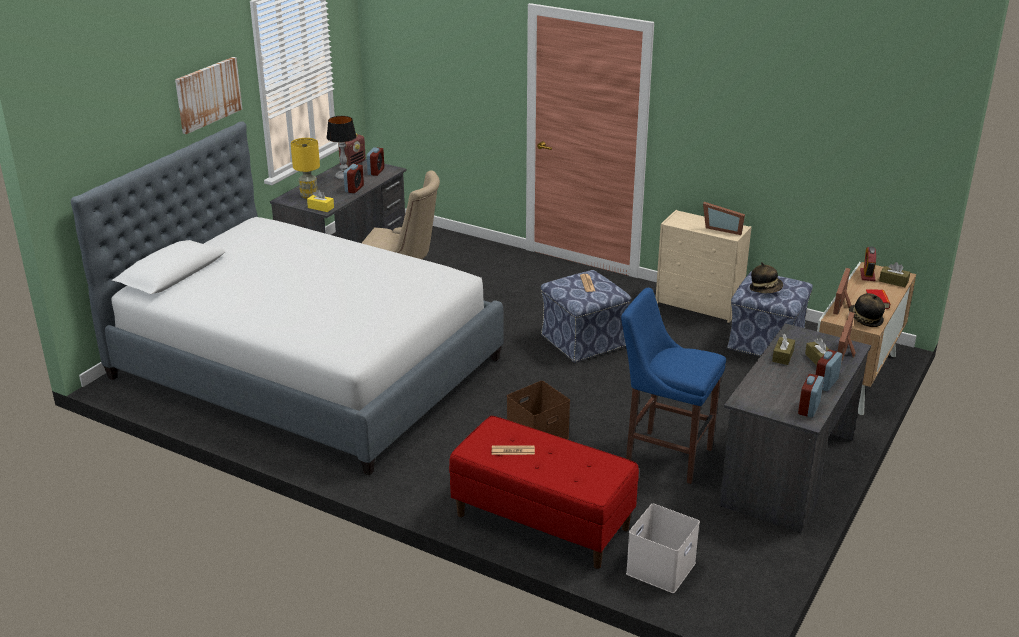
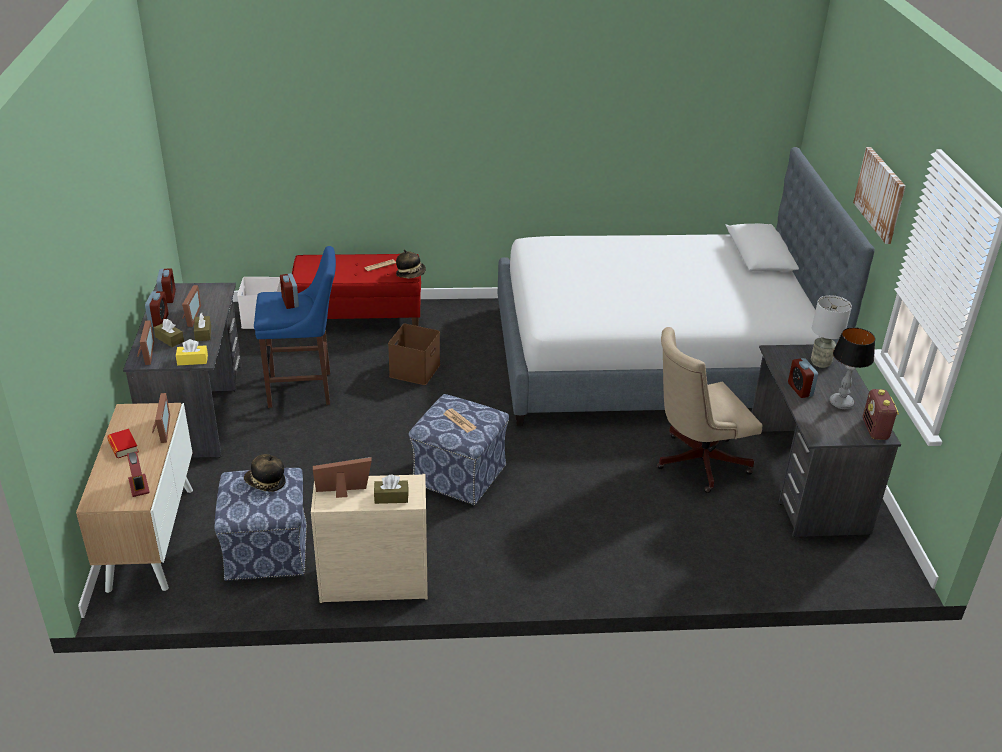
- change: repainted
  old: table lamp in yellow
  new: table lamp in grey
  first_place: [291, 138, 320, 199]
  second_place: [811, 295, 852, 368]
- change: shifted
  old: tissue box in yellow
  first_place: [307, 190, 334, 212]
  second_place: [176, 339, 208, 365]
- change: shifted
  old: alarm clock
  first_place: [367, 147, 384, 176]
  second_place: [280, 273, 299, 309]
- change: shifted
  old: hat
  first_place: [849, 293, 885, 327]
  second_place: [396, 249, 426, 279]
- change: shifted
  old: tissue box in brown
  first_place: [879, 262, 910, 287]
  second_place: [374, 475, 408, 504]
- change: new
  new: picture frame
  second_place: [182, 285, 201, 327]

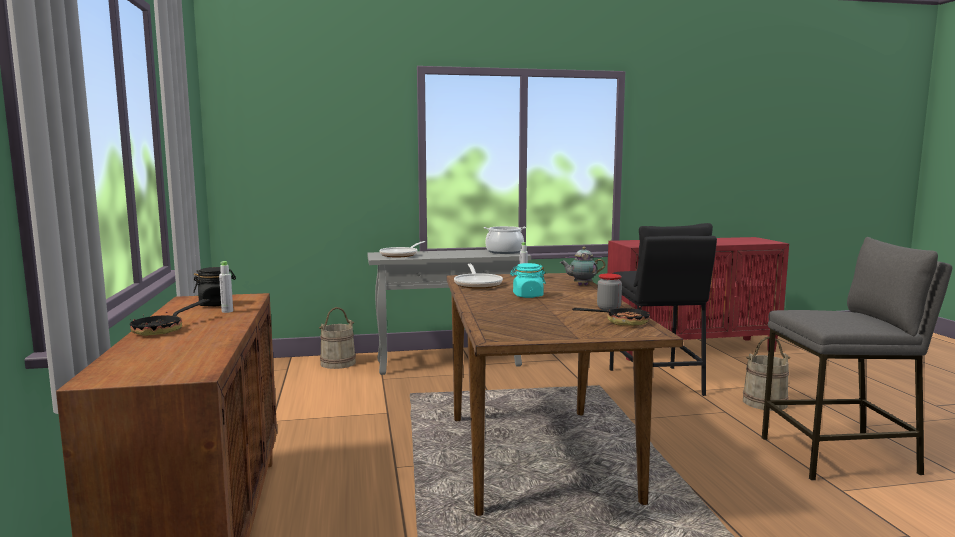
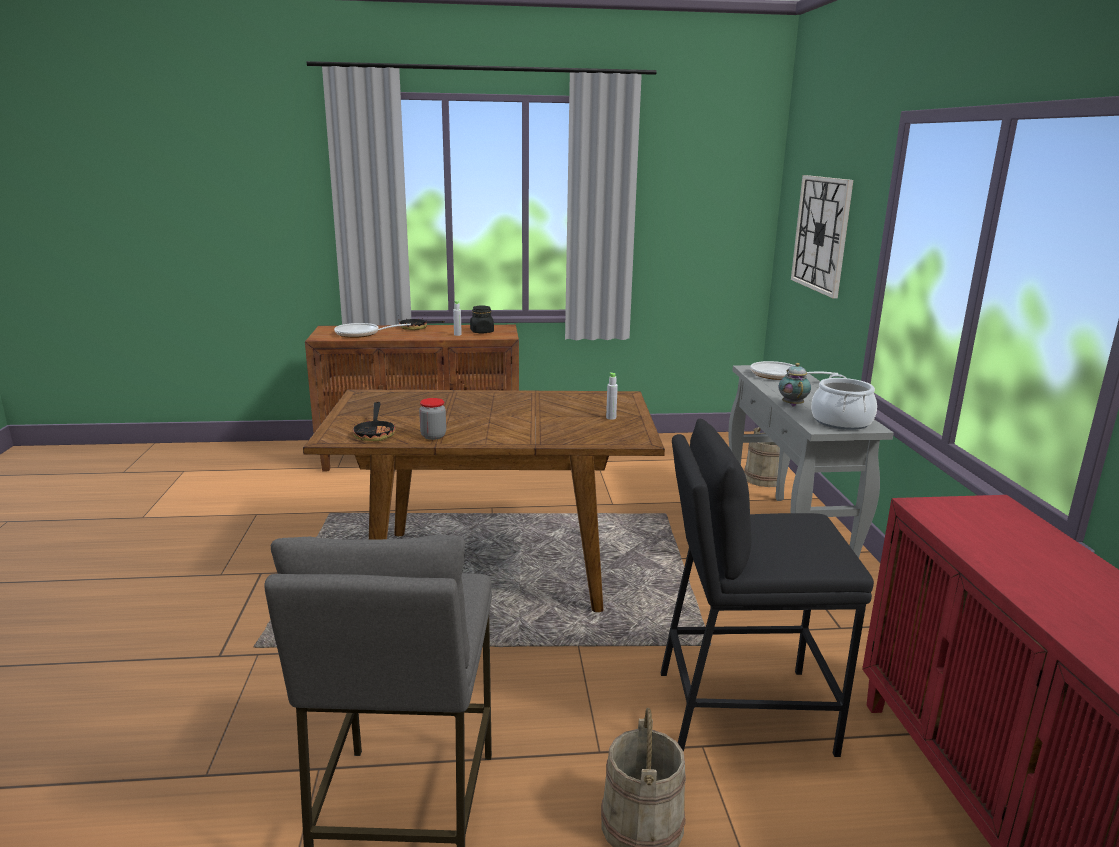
- change: shifted
  old: frying pan
  first_place: [454, 264, 503, 289]
  second_place: [334, 323, 411, 338]
- change: gone
  old: jar in turquoise
  first_place: [510, 263, 546, 298]
- change: shifted
  old: teapot
  first_place: [560, 247, 605, 285]
  second_place: [779, 363, 811, 407]
- change: new
  new: wall clock
  second_place: [791, 175, 853, 298]

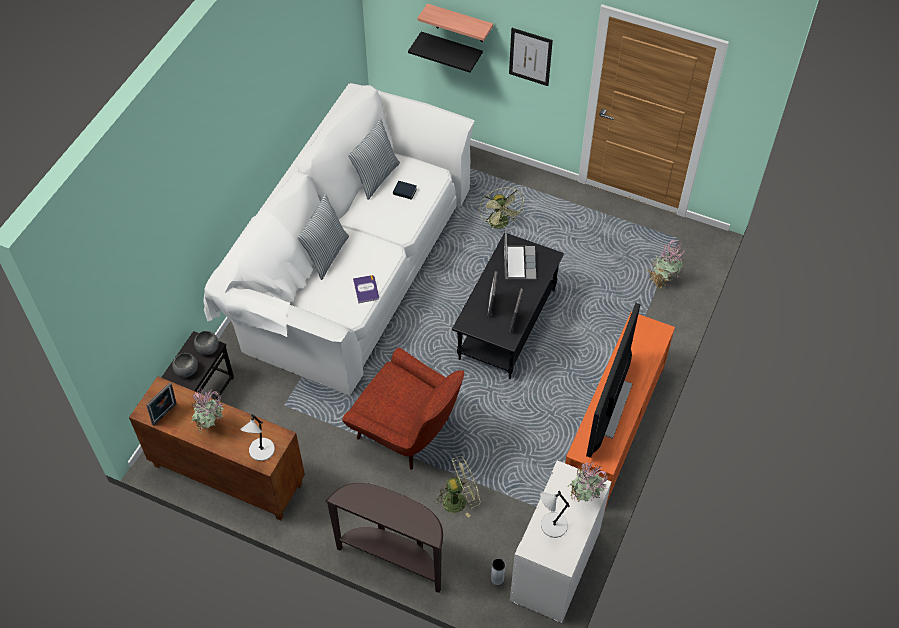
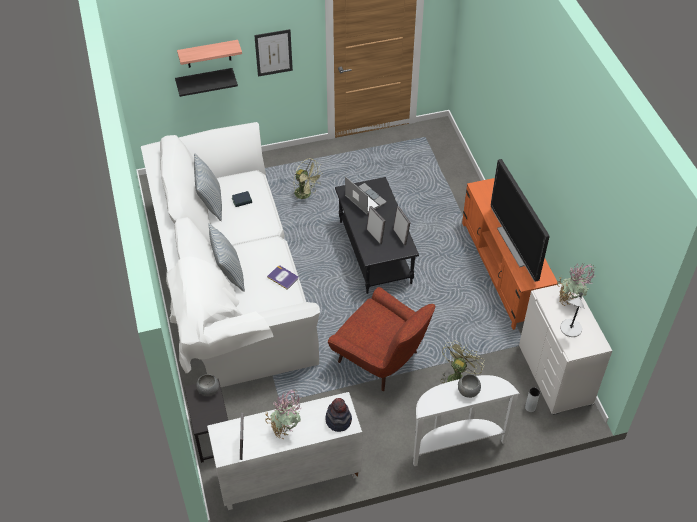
- change: repainted
  old: cabinet in brown
  new: cabinet in white
  first_place: [129, 376, 305, 521]
  second_place: [207, 392, 362, 510]
- change: shifted
  old: bowl in grey
  first_place: [172, 353, 198, 377]
  second_place: [458, 374, 481, 398]
- change: swapped
  old: table lamp in grey
  new: hat
  first_place: [240, 414, 275, 461]
  second_place: [326, 398, 352, 432]
- change: repainted
  old: console table in brown
  new: console table in white
  first_place: [325, 483, 443, 593]
  second_place: [413, 375, 520, 466]
- change: rotated
  old: armchair in red
  first_place: [342, 348, 464, 470]
  second_place: [328, 287, 435, 391]
  degrees: 45
- change: gone
  old: potted plant
  first_place: [647, 239, 685, 289]

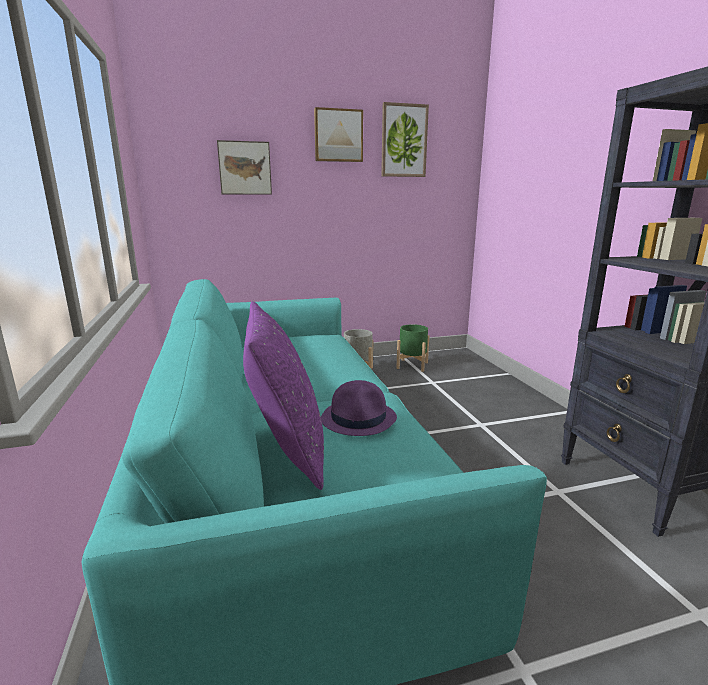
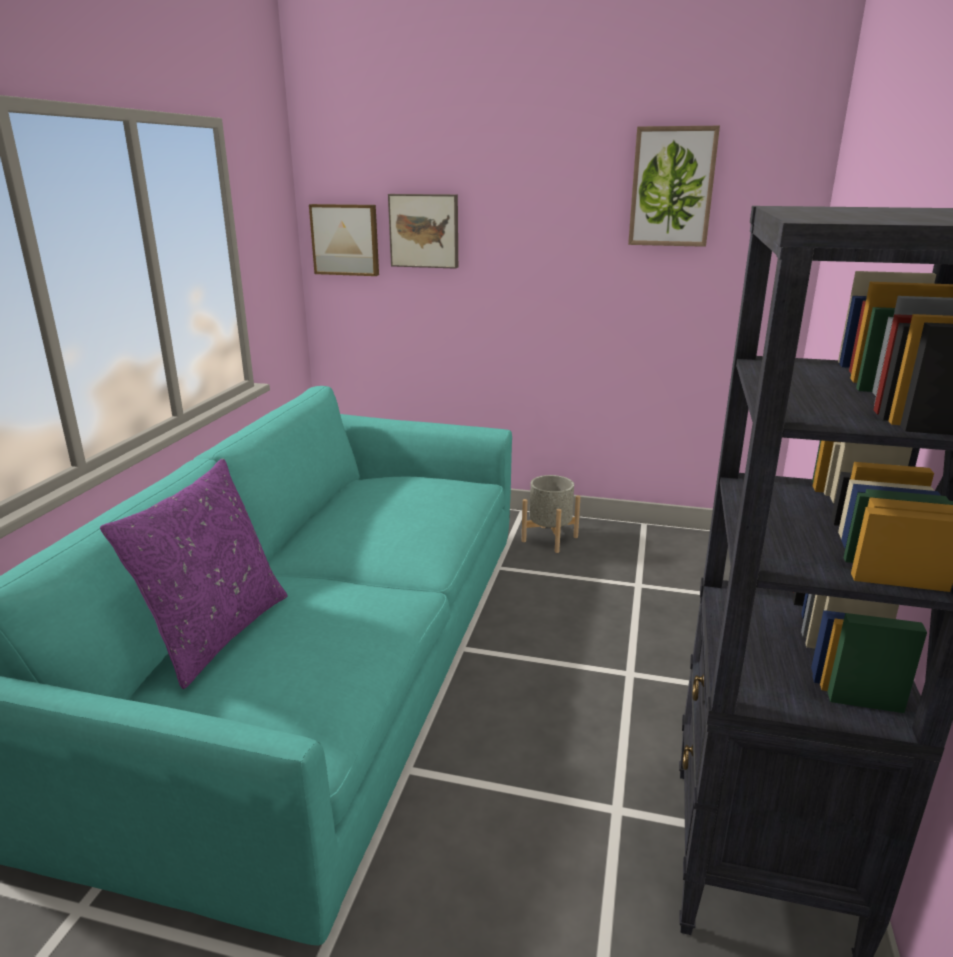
- change: shifted
  old: picture
  first_place: [314, 107, 363, 162]
  second_place: [309, 204, 379, 276]
- change: gone
  old: hat in purple
  first_place: [321, 380, 397, 436]
- change: gone
  old: planter in green
  first_place: [396, 324, 429, 372]

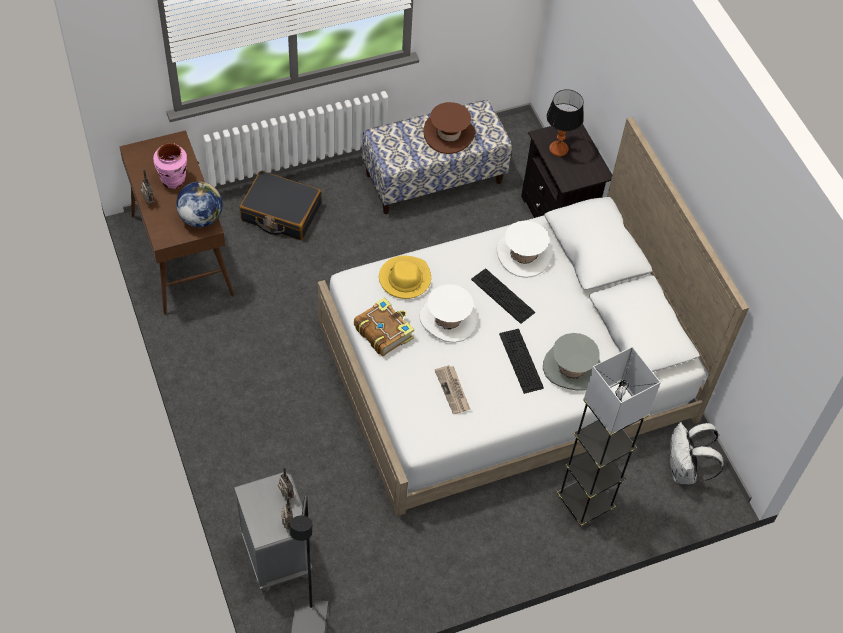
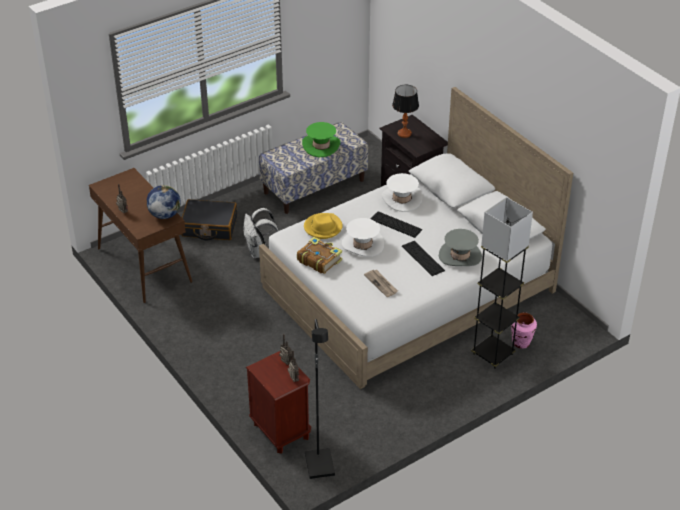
- change: shifted
  old: vase in pink
  first_place: [153, 143, 187, 189]
  second_place: [511, 312, 537, 349]
- change: repainted
  old: nightstand in grey
  new: nightstand in brown
  first_place: [234, 472, 312, 592]
  second_place: [246, 351, 311, 454]
- change: repainted
  old: hat in brown
  new: hat in green
  first_place: [423, 102, 475, 154]
  second_place: [302, 122, 340, 157]
- change: shifted
  old: backpack in white
  first_place: [670, 422, 724, 484]
  second_place: [243, 208, 279, 258]

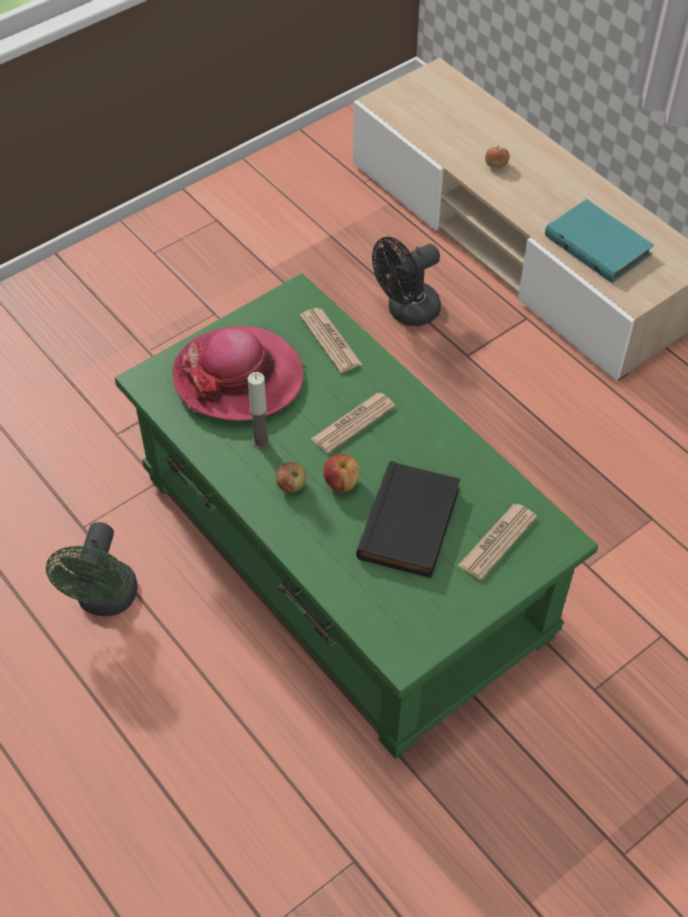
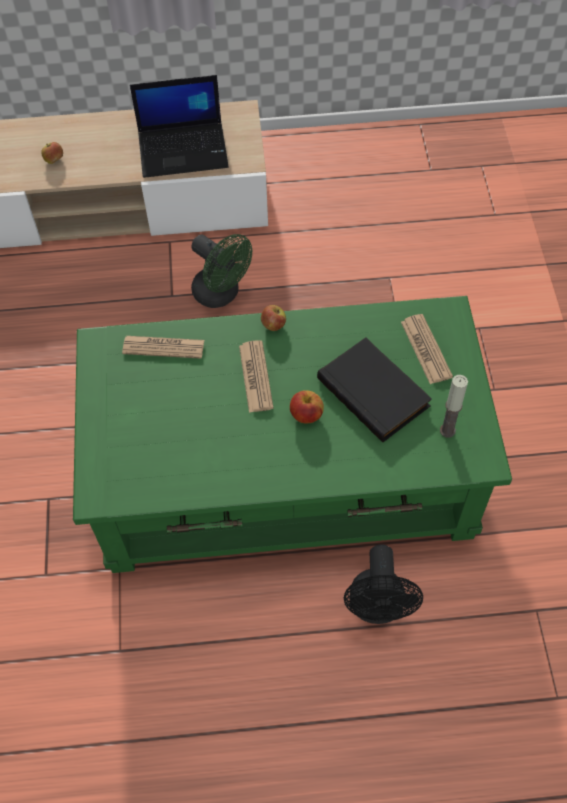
- change: shifted
  old: fan in green
  first_place: [46, 522, 138, 616]
  second_place: [191, 234, 252, 308]
- change: gone
  old: hat
  first_place: [172, 326, 303, 421]
- change: shifted
  old: candle
  first_place: [248, 372, 270, 449]
  second_place: [440, 375, 468, 438]
- change: shifted
  old: apple
  first_place: [276, 462, 306, 493]
  second_place: [261, 305, 286, 331]
- change: shifted
  old: fan in black
  first_place: [372, 237, 441, 326]
  second_place: [344, 545, 423, 624]
- change: swapped
  old: book in turquoise
  new: laptop
  first_place: [545, 199, 654, 283]
  second_place: [130, 75, 229, 178]

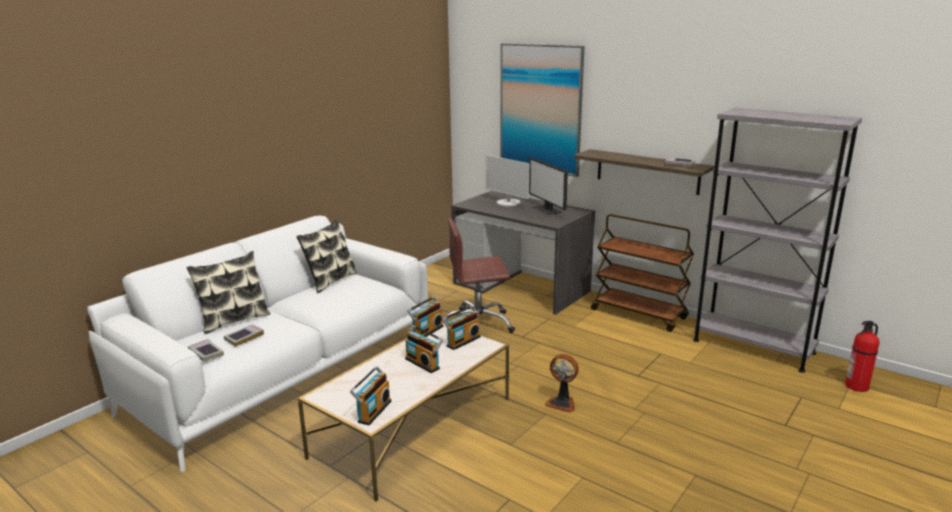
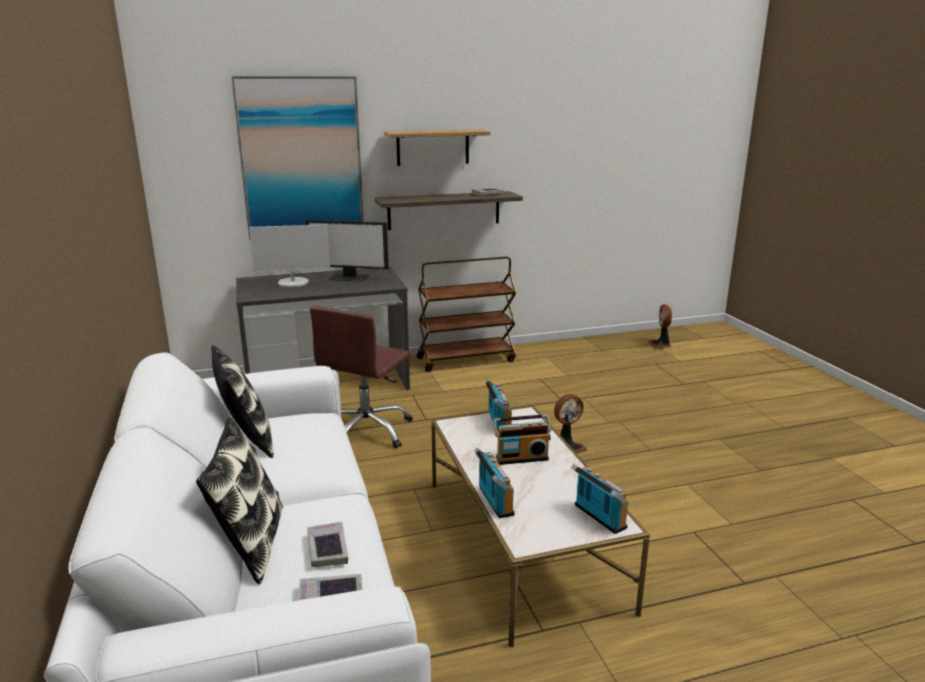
- change: shifted
  old: radio
  first_place: [407, 296, 444, 337]
  second_place: [474, 448, 515, 518]
- change: gone
  old: bookcase in grey
  first_place: [693, 108, 862, 373]
- change: swapped
  old: fire extinguisher
  new: fan
  first_place: [845, 321, 880, 392]
  second_place: [648, 304, 672, 349]
- change: new
  new: shelf
  second_place: [384, 129, 491, 166]

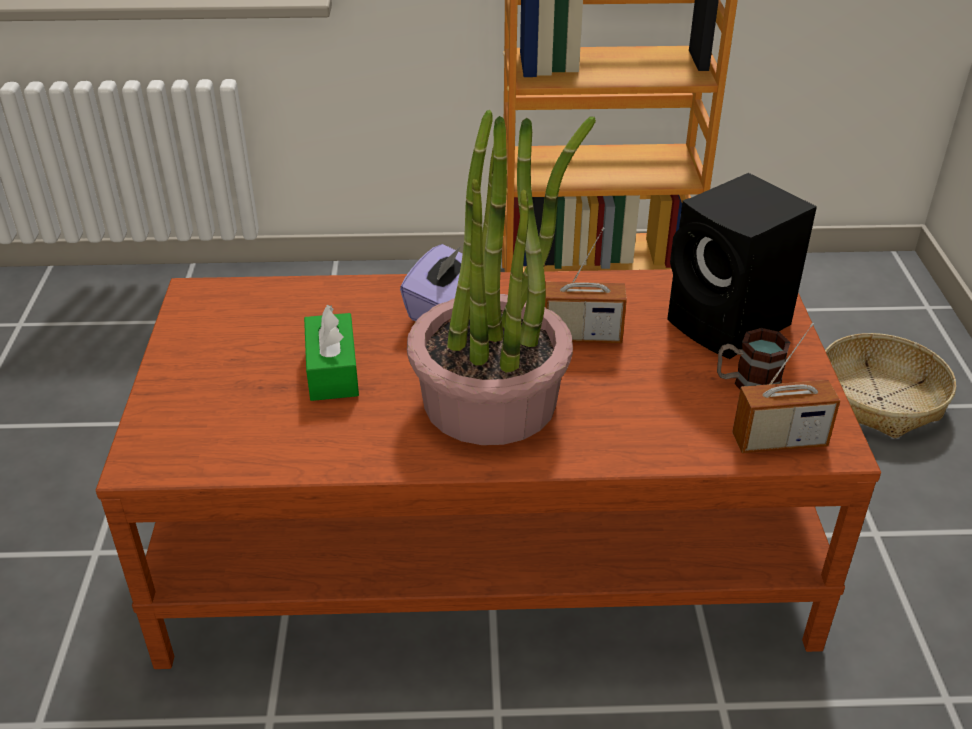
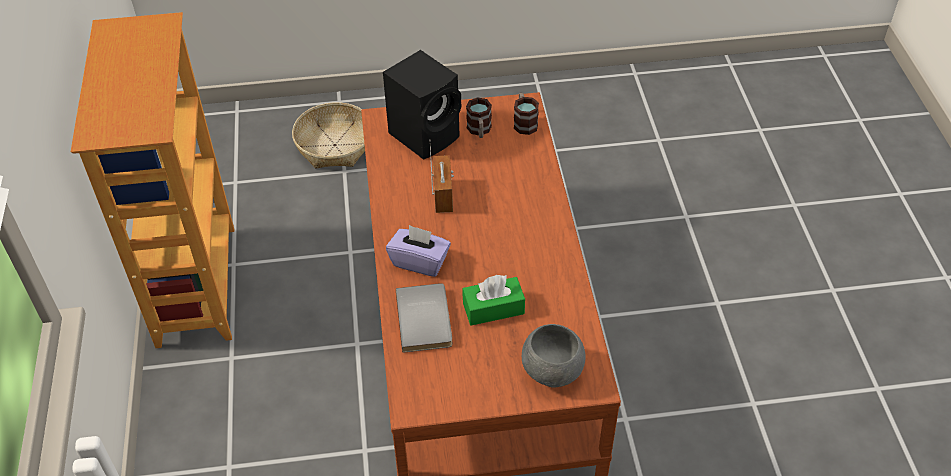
- change: gone
  old: potted plant
  first_place: [407, 110, 596, 445]
- change: swapped
  old: radio
  new: mug
  first_place: [732, 323, 840, 453]
  second_place: [514, 93, 539, 135]
- change: new
  new: book in grey
  second_place: [396, 283, 452, 353]
- change: new
  new: bowl in grey
  second_place: [522, 324, 586, 388]

